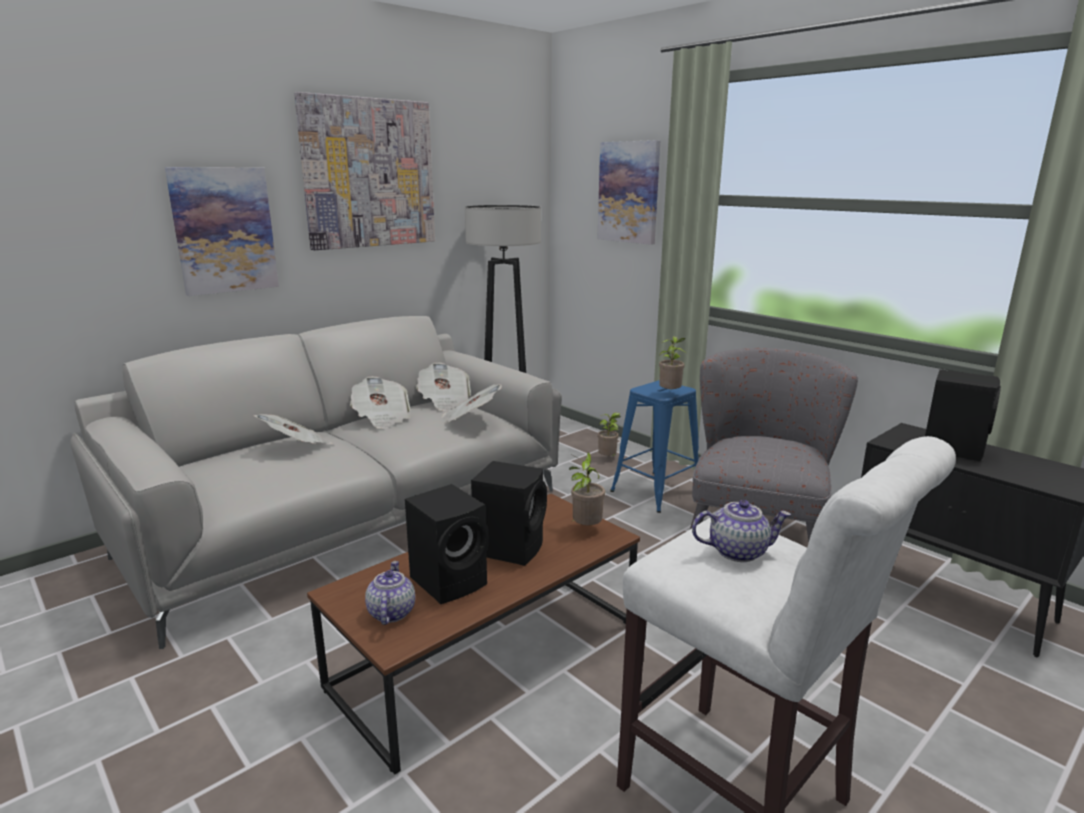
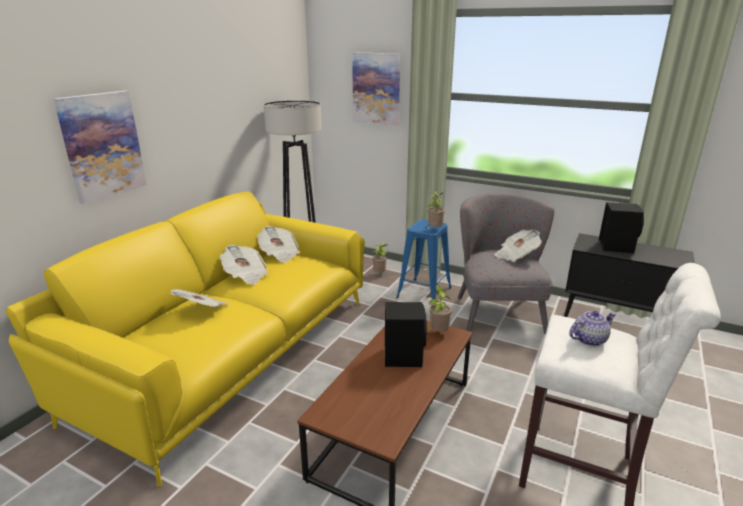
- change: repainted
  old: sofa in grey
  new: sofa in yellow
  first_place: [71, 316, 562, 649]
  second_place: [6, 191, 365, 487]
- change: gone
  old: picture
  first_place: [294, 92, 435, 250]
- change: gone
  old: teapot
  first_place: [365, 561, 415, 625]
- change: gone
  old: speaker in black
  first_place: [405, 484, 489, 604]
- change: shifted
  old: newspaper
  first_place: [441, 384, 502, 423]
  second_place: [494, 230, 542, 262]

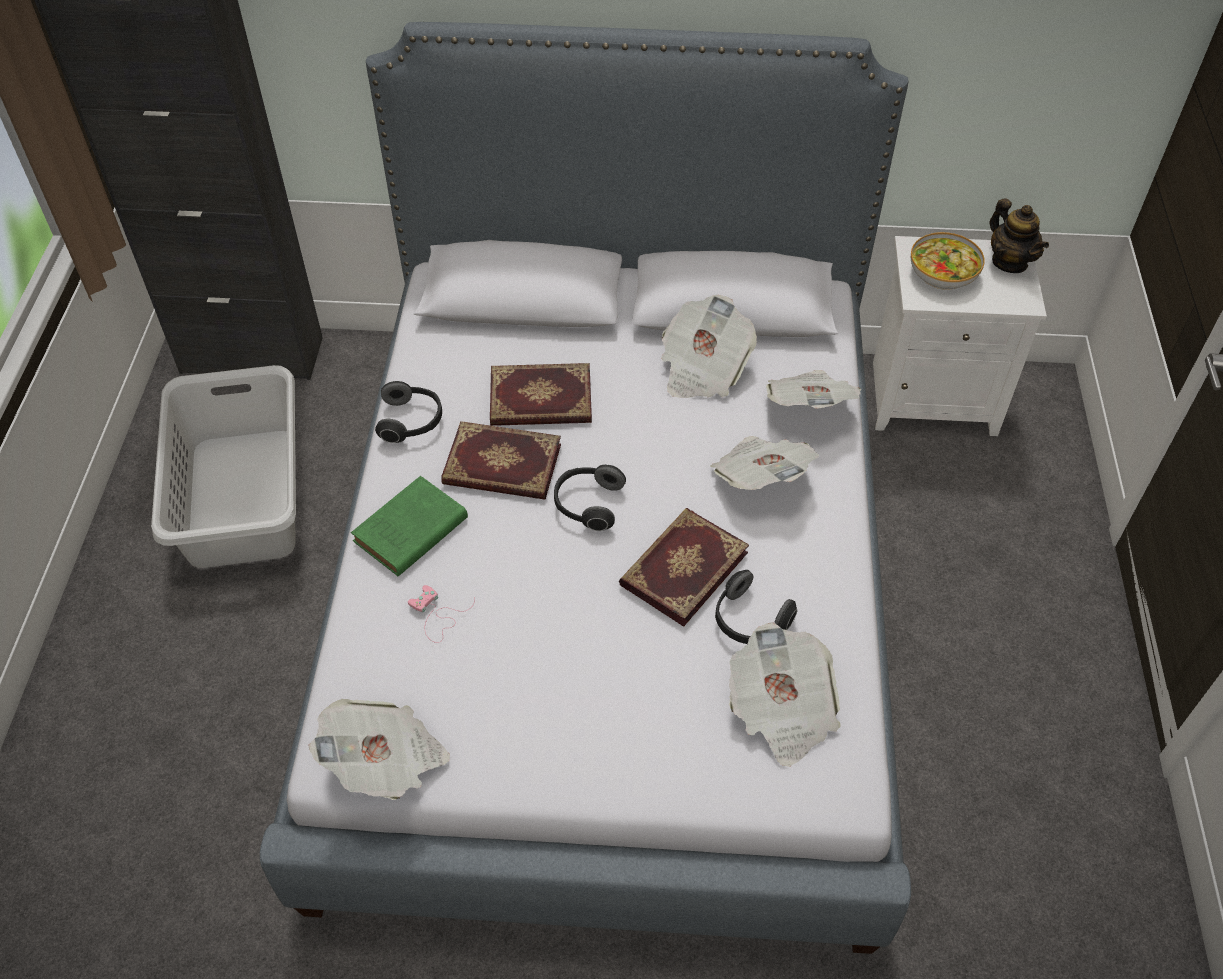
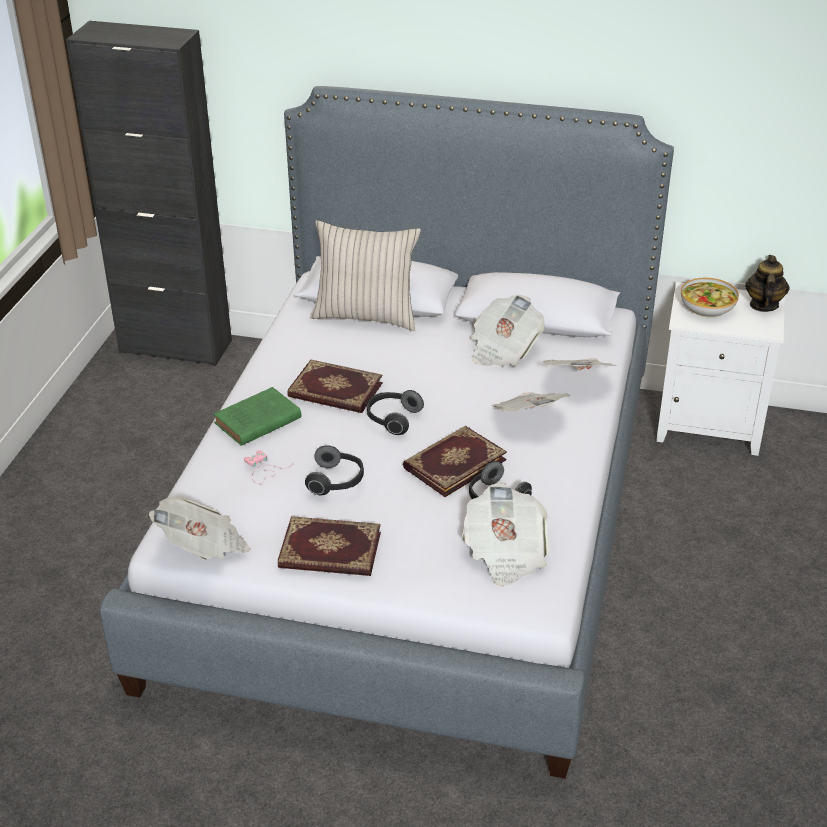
- change: gone
  old: laundry basket in grey
  first_place: [151, 365, 296, 568]
- change: shifted
  old: headphones
  first_place: [375, 381, 442, 443]
  second_place: [305, 445, 364, 495]
- change: shifted
  old: book
  first_place: [490, 363, 592, 426]
  second_place: [278, 516, 381, 576]
- change: rotated
  old: teapot
  first_place: [990, 198, 1049, 273]
  second_place: [745, 255, 790, 312]
  degrees: -150
- change: new
  new: pillow in beige
  second_place: [310, 220, 421, 331]

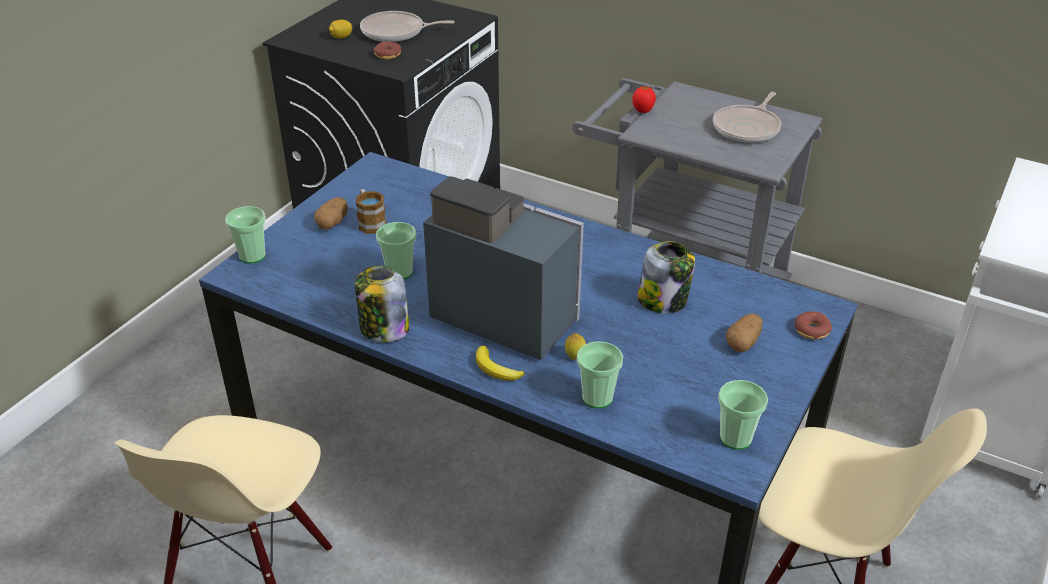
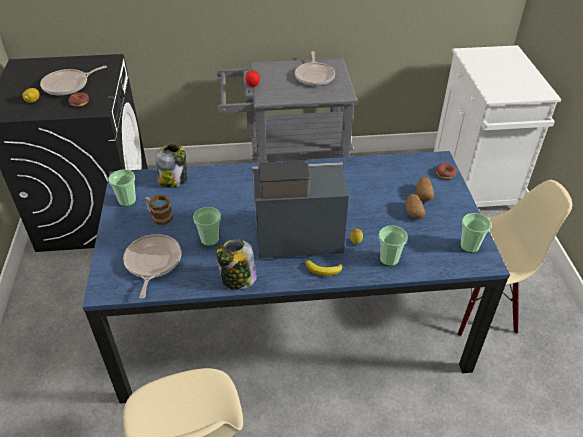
- change: shifted
  old: cup
  first_place: [225, 206, 266, 263]
  second_place: [109, 169, 136, 207]
- change: shifted
  old: potato
  first_place: [314, 197, 348, 230]
  second_place: [406, 194, 425, 219]
- change: shifted
  old: jar
  first_place: [637, 241, 695, 314]
  second_place: [156, 144, 187, 188]
- change: new
  new: frying pan
  second_place: [123, 234, 181, 299]

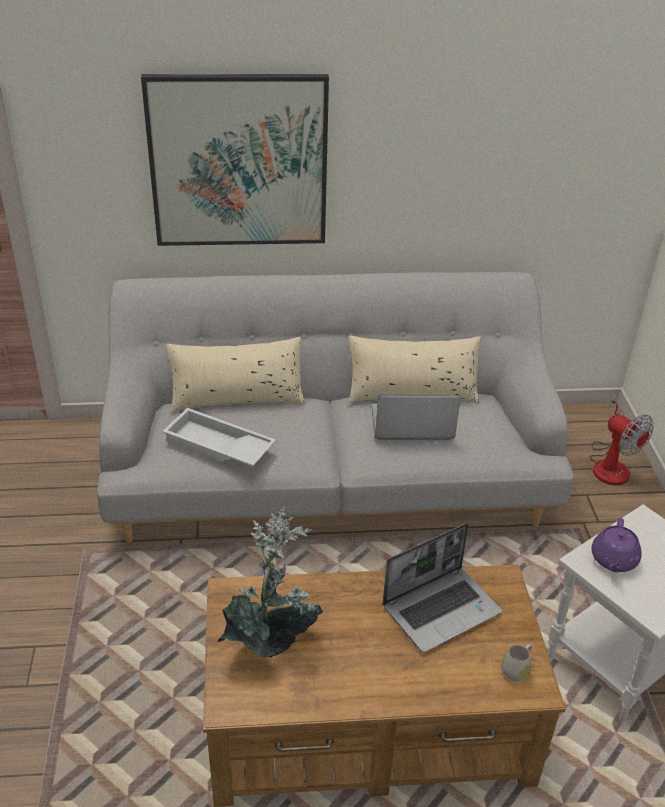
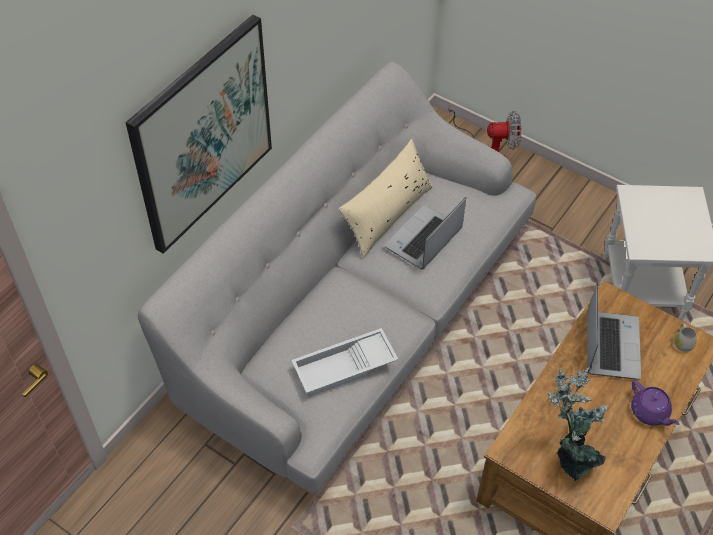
- change: gone
  old: pillow in beige
  first_place: [166, 337, 305, 412]
- change: shifted
  old: teapot in purple
  first_place: [591, 518, 642, 573]
  second_place: [631, 380, 680, 426]

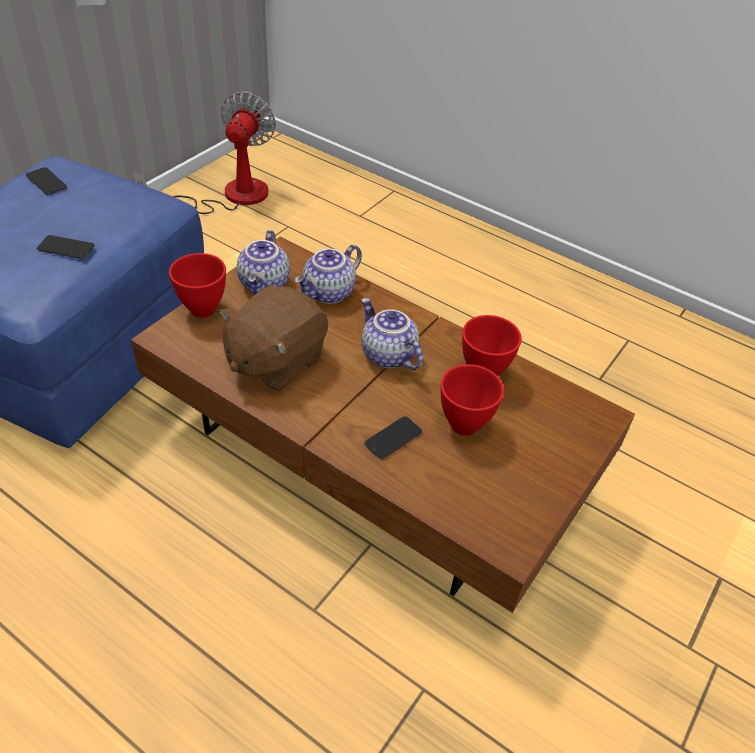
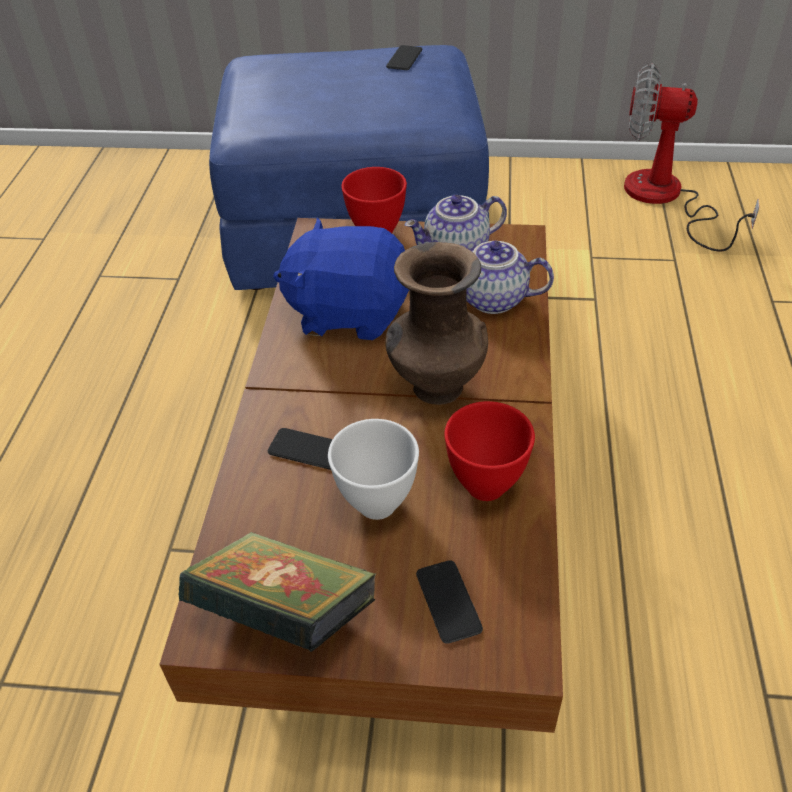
- change: shifted
  old: phone
  first_place: [37, 235, 95, 259]
  second_place: [416, 560, 483, 644]
- change: rotated
  old: fan
  first_place: [133, 91, 276, 214]
  second_place: [624, 63, 759, 252]
  degrees: -150
- change: repainted
  old: plush toy in brown
  new: plush toy in blue
  first_place: [219, 285, 328, 391]
  second_place: [273, 217, 409, 340]
- change: swapped
  old: teapot
  new: vase in brown
  first_place: [361, 298, 423, 370]
  second_place: [385, 242, 488, 405]
- change: repainted
  old: bowl in red
  new: bowl in white
  first_place: [441, 364, 504, 436]
  second_place: [328, 419, 419, 520]
- change: new
  new: book
  second_place: [178, 531, 376, 652]

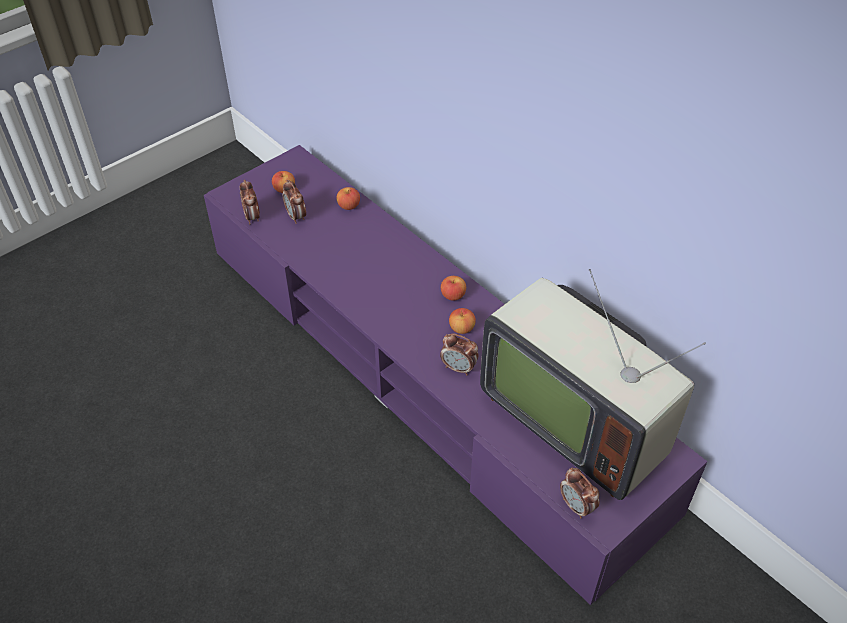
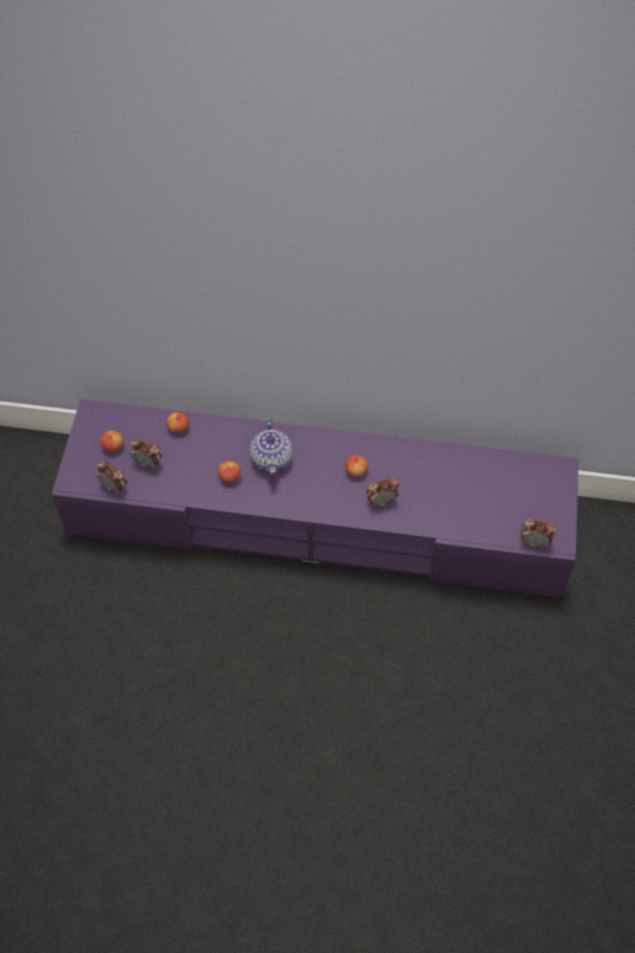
- change: shifted
  old: apple
  first_place: [441, 276, 466, 301]
  second_place: [218, 461, 241, 483]
- change: gone
  old: television
  first_place: [480, 269, 706, 500]
- change: new
  new: teapot
  second_place: [250, 417, 293, 477]

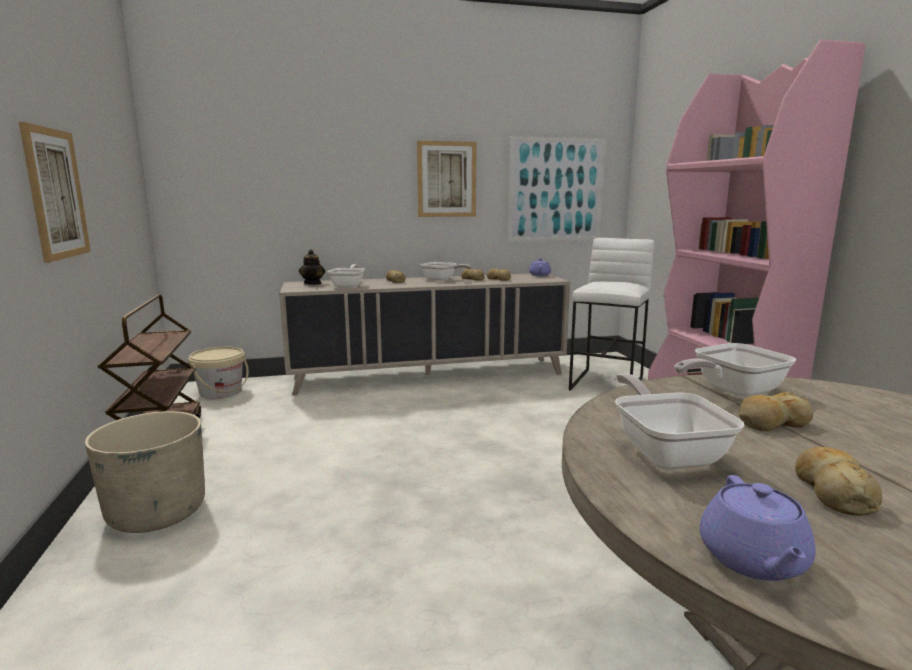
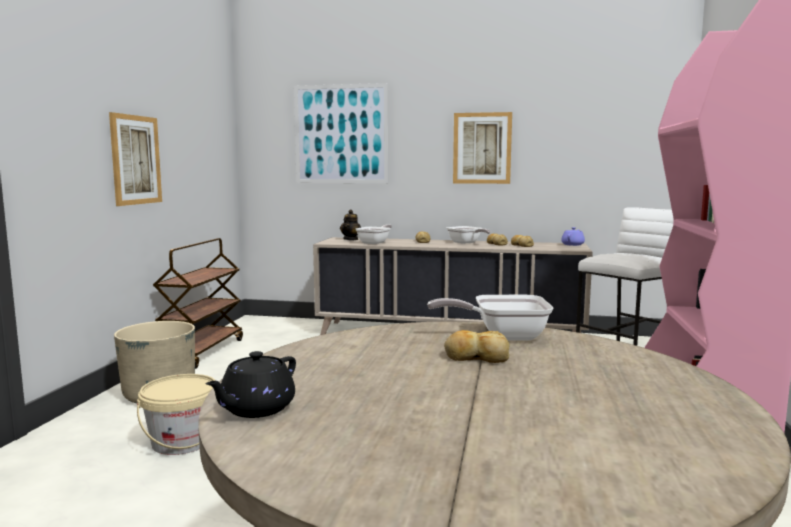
- change: shifted
  old: bucket in beige
  first_place: [188, 347, 249, 398]
  second_place: [137, 374, 216, 455]
- change: shifted
  old: picture
  first_place: [508, 136, 606, 242]
  second_place: [294, 83, 388, 183]
- change: gone
  old: frying pan
  first_place: [615, 373, 744, 470]
- change: repainted
  old: teapot in purple
  new: teapot in black
  first_place: [700, 475, 816, 581]
  second_place: [205, 351, 296, 418]
- change: gone
  old: bread
  first_place: [795, 447, 882, 516]

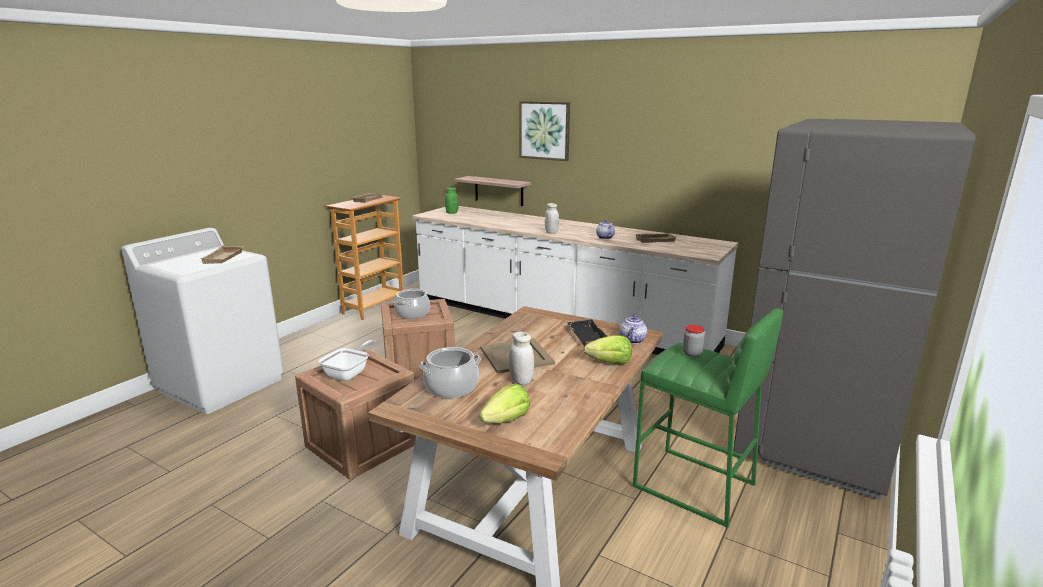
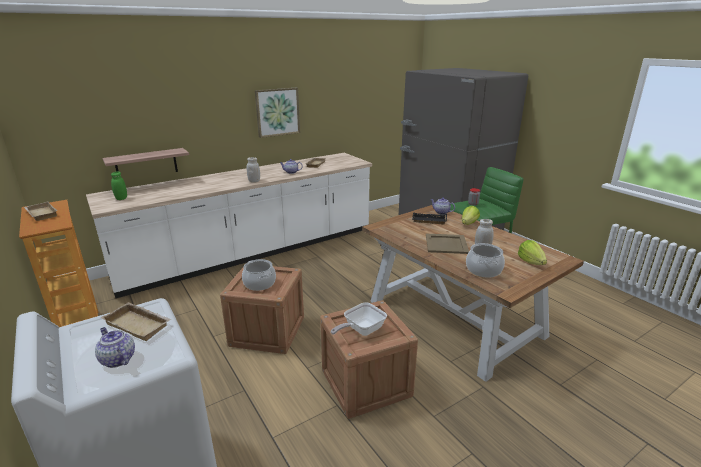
- change: rotated
  old: frying pan
  first_place: [318, 340, 376, 381]
  second_place: [331, 302, 387, 336]
  degrees: -90
- change: shifted
  old: picture
  first_place: [519, 101, 570, 161]
  second_place: [255, 88, 300, 138]
- change: new
  new: teapot
  second_place: [95, 327, 135, 368]

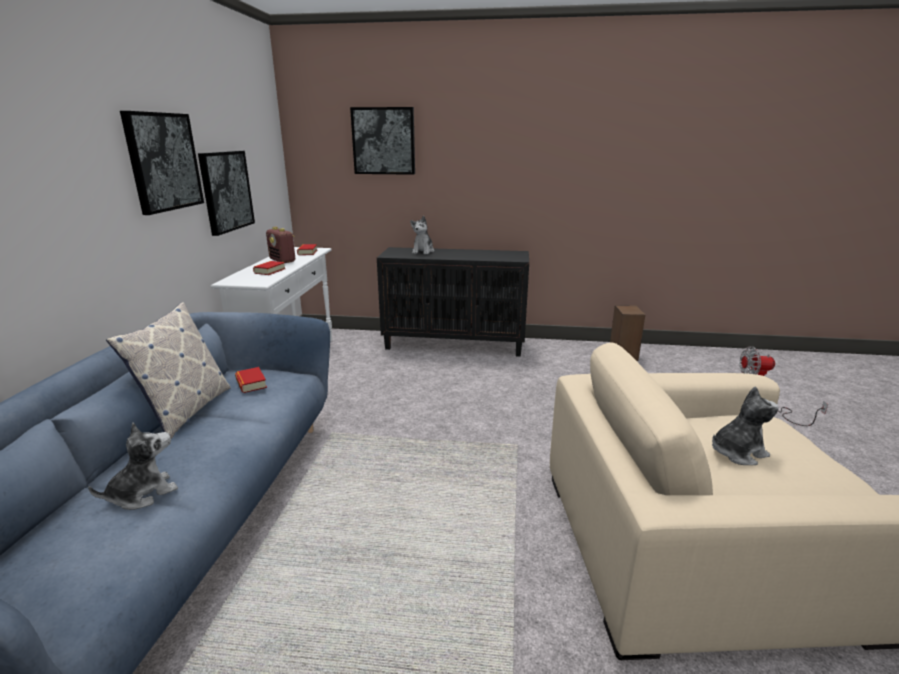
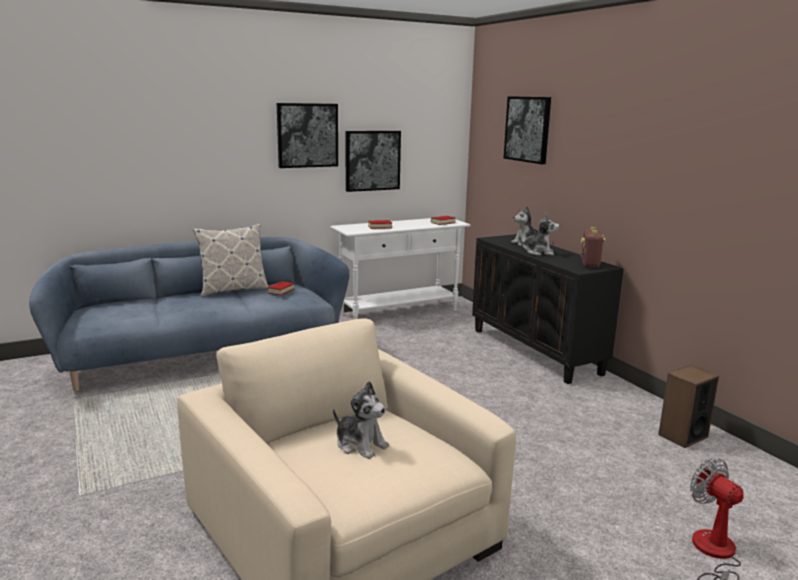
- change: shifted
  old: plush toy
  first_place: [88, 422, 178, 510]
  second_place: [519, 213, 560, 256]
- change: shifted
  old: radio
  first_place: [266, 227, 295, 263]
  second_place: [581, 227, 606, 268]

